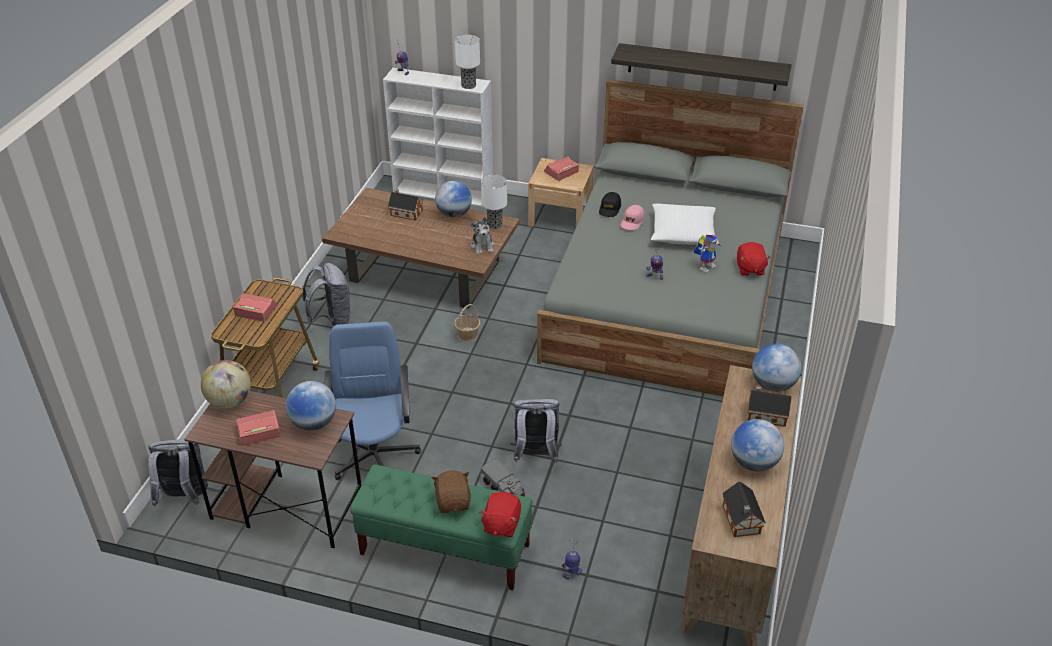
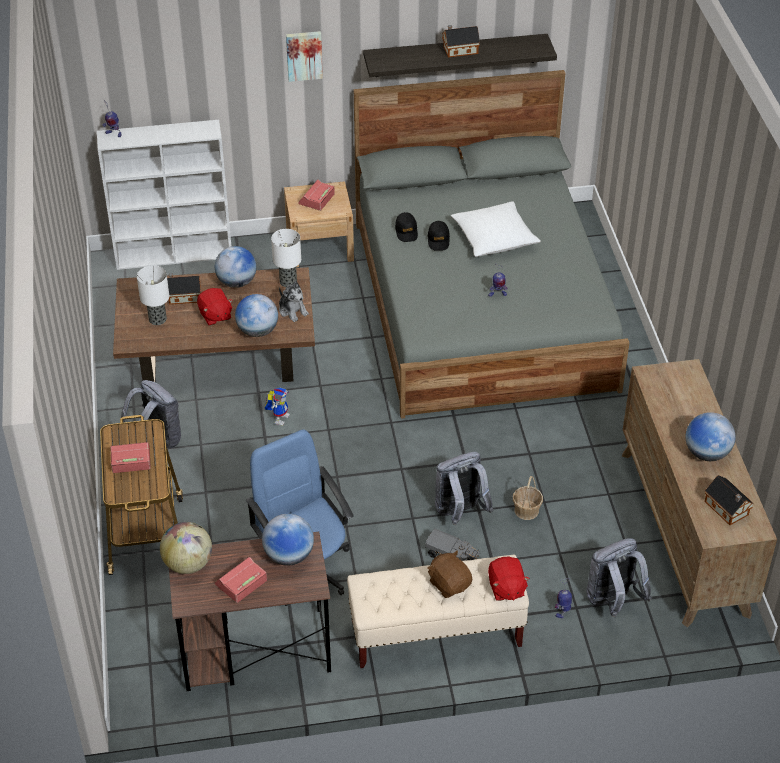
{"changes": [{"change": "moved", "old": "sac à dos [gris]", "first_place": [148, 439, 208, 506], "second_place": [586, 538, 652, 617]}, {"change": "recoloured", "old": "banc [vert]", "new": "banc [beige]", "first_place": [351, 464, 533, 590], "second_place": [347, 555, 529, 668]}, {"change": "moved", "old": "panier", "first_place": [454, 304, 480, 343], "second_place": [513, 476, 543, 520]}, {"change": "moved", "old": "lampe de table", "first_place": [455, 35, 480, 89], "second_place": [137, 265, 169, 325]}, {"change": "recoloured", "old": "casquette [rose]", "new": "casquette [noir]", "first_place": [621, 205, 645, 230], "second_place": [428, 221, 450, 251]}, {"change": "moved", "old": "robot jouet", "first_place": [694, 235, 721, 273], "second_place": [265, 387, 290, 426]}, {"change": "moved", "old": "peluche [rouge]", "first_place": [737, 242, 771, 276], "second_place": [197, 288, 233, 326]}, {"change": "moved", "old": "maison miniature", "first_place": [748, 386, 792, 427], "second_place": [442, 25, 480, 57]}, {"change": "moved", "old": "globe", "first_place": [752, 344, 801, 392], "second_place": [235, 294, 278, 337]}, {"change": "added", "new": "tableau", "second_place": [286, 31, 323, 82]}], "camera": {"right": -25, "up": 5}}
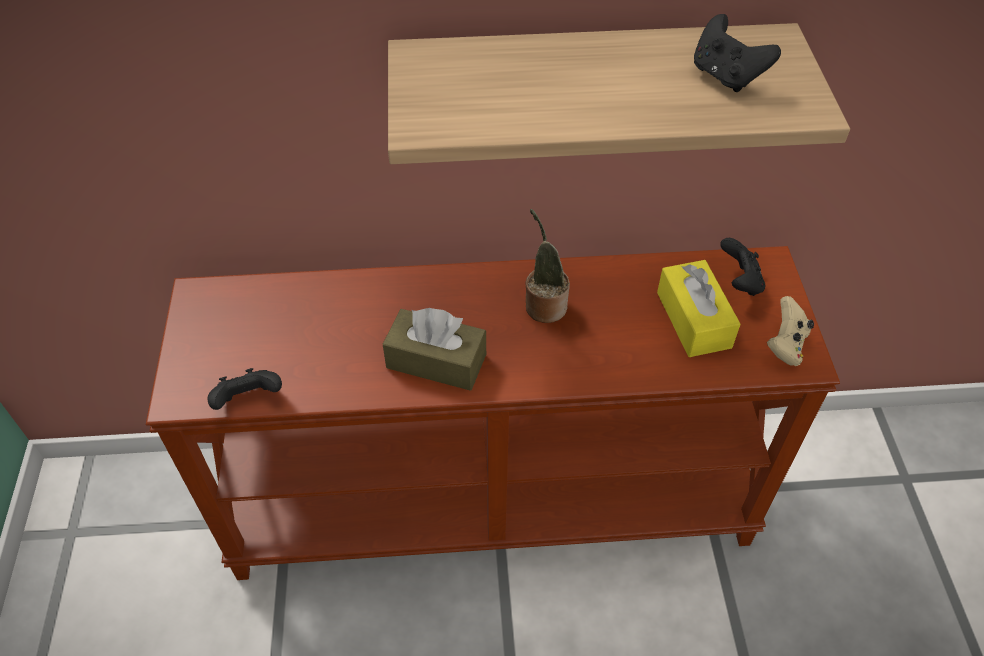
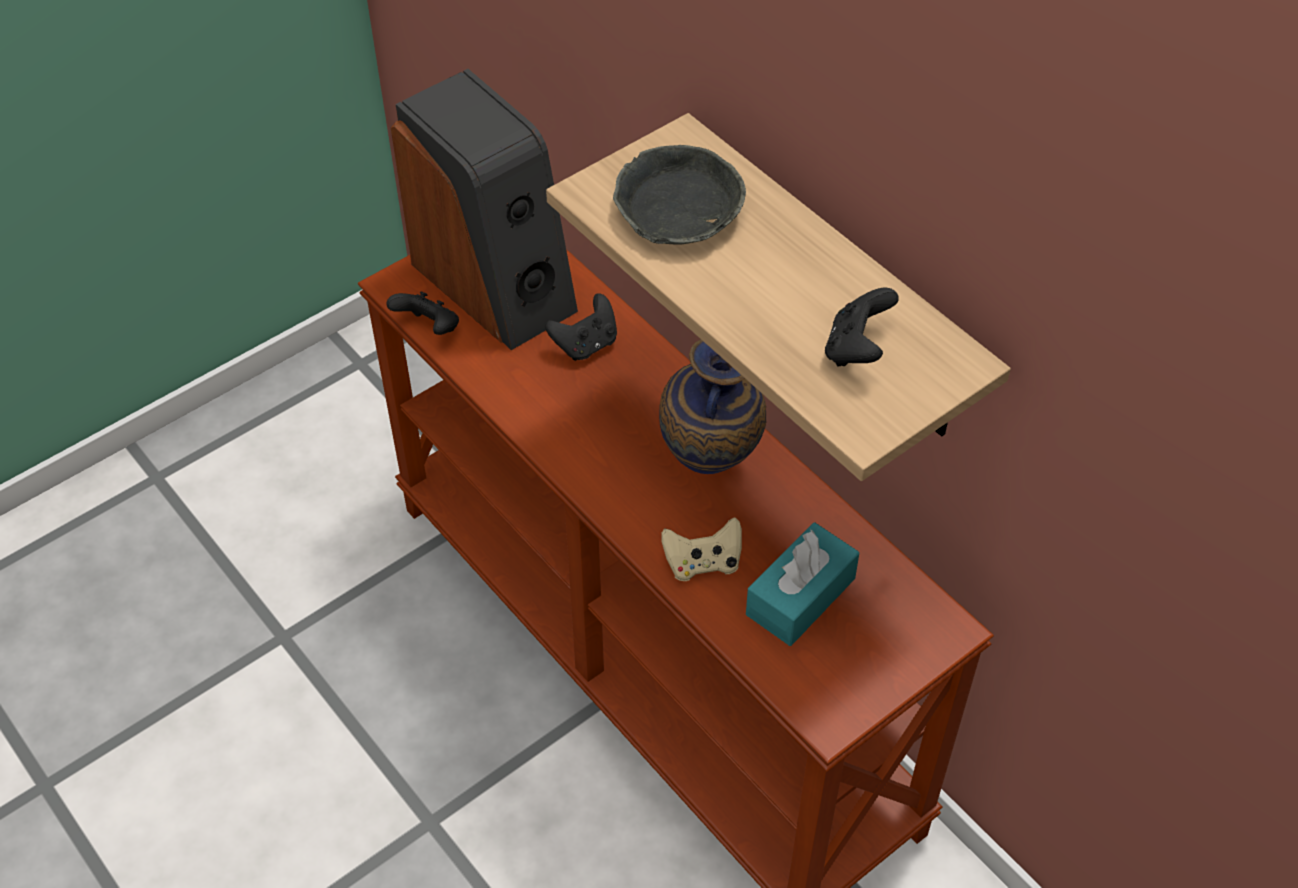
{"changes": [{"change": "removed", "old": "boîte à mouchoirs [marron]", "first_place": [383, 308, 486, 391]}, {"change": "replaced", "old": "plante en pot", "new": "vase", "first_place": [525, 209, 570, 323], "second_place": [659, 339, 766, 474]}, {"change": "recoloured", "old": "boîte à mouchoirs [jaune]", "new": "boîte à mouchoirs [turquoise]", "first_place": [657, 260, 741, 357], "second_place": [746, 522, 859, 646]}, {"change": "moved", "old": "manette [noir]", "first_place": [720, 238, 765, 296], "second_place": [545, 293, 617, 361]}, {"change": "moved", "old": "manette [beige]", "first_place": [767, 296, 814, 366], "second_place": [661, 517, 742, 581]}, {"change": "added", "new": "enceinte", "second_place": [391, 69, 578, 350]}, {"change": "added", "new": "bol [gris]", "second_place": [613, 145, 746, 245]}], "camera": {"right": 55, "up": 0}}
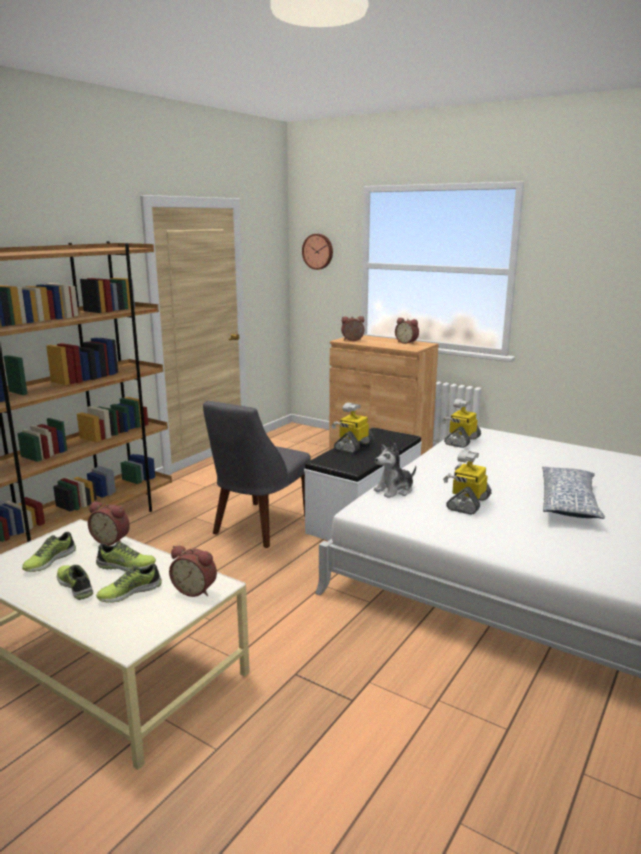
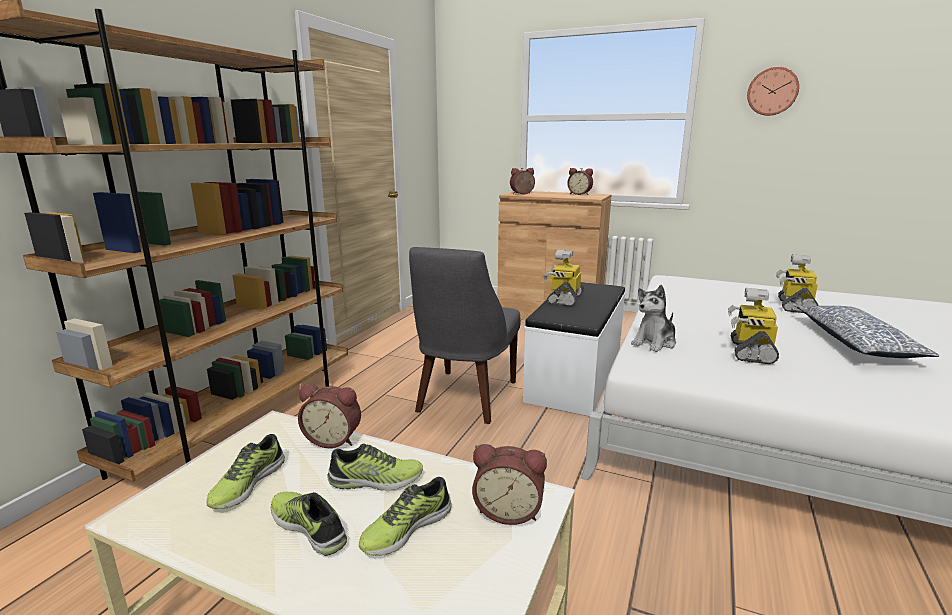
{"changes": [{"change": "moved", "old": "horloge murale", "first_place": [302, 234, 333, 270], "second_place": [747, 67, 799, 116]}, {"change": "moved", "old": "robot jouet", "first_place": [442, 399, 481, 448], "second_place": [776, 254, 818, 313]}], "camera": {"right": -10, "up": 0}}
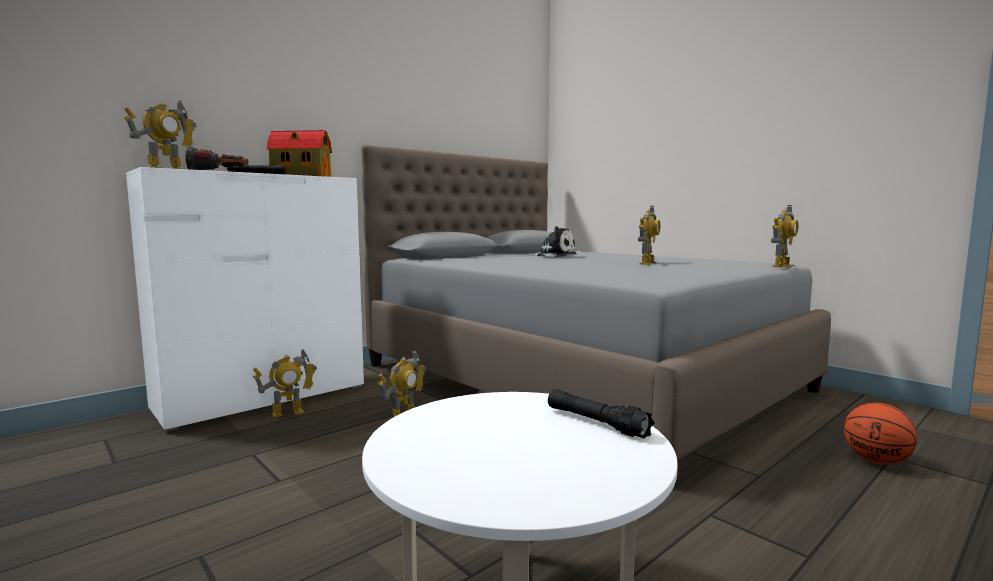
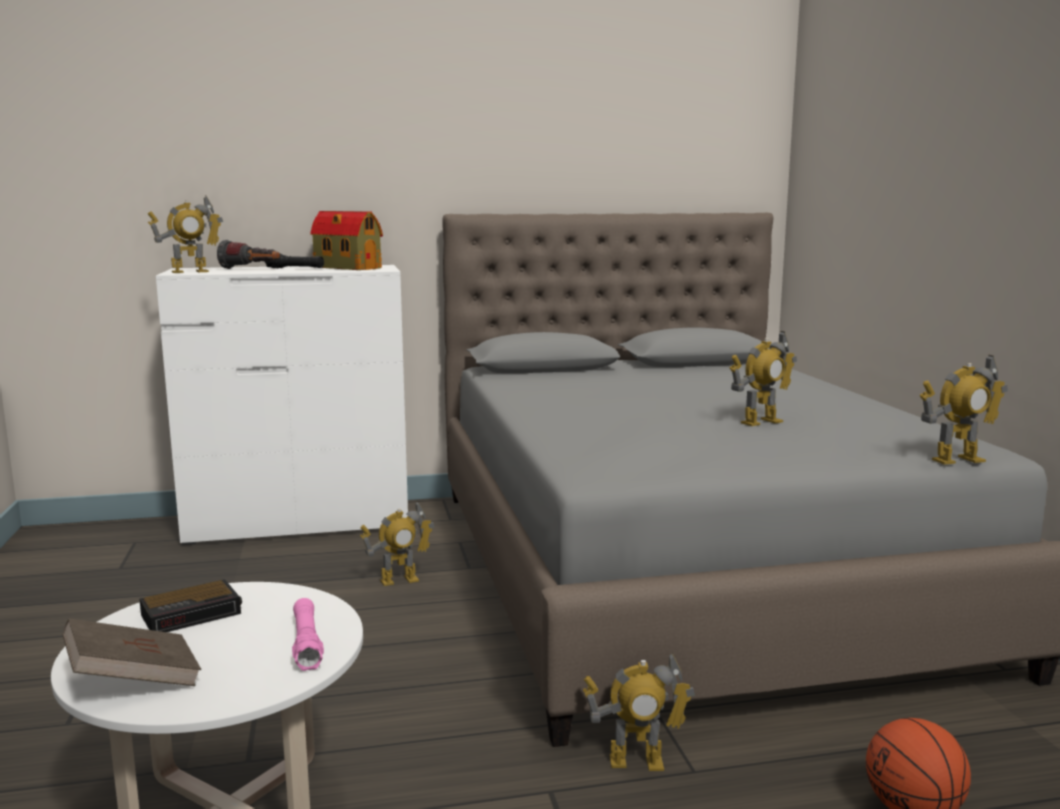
{"changes": [{"change": "moved", "old": "robot jouet", "first_place": [253, 349, 317, 417], "second_place": [583, 653, 695, 771]}, {"change": "removed", "old": "peluche", "first_place": [529, 226, 576, 257]}, {"change": "recoloured", "old": "lampe de poche [noir]", "new": "lampe de poche [rose]", "first_place": [548, 389, 654, 439], "second_place": [292, 598, 324, 671]}, {"change": "added", "new": "livre [marron]", "second_place": [62, 618, 201, 686]}, {"change": "added", "new": "réveil", "second_place": [139, 579, 242, 632]}], "camera": {"right": 30, "up": 5}}
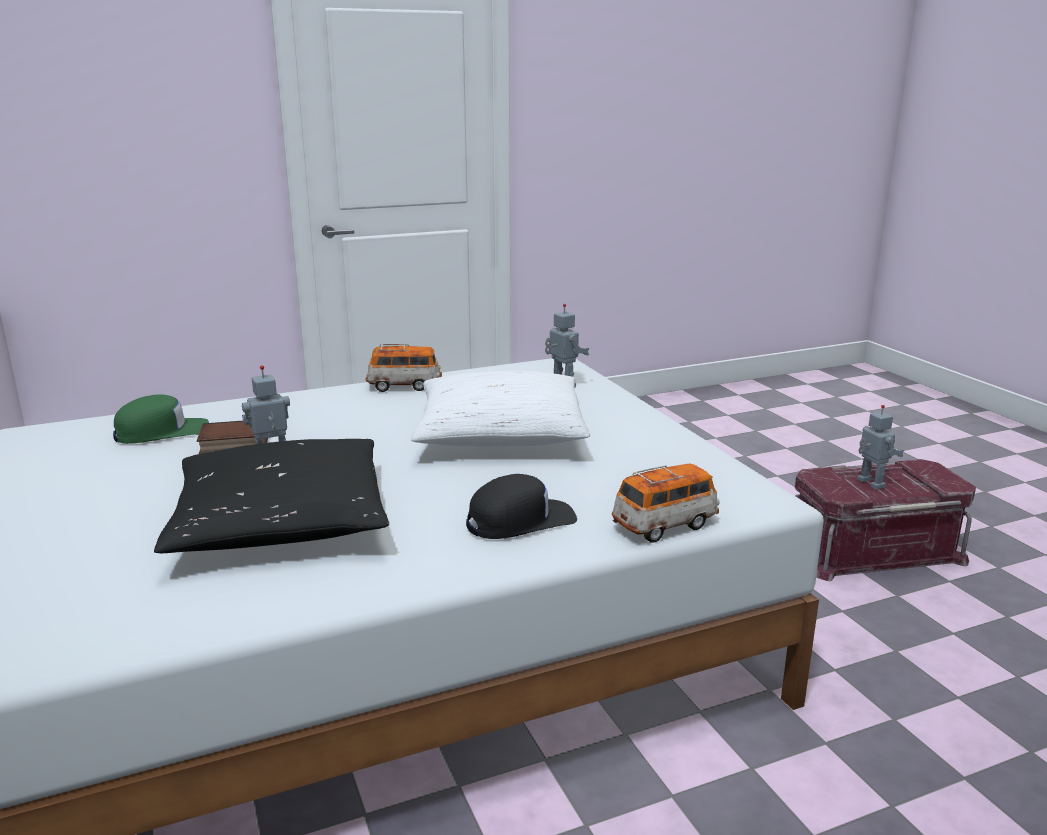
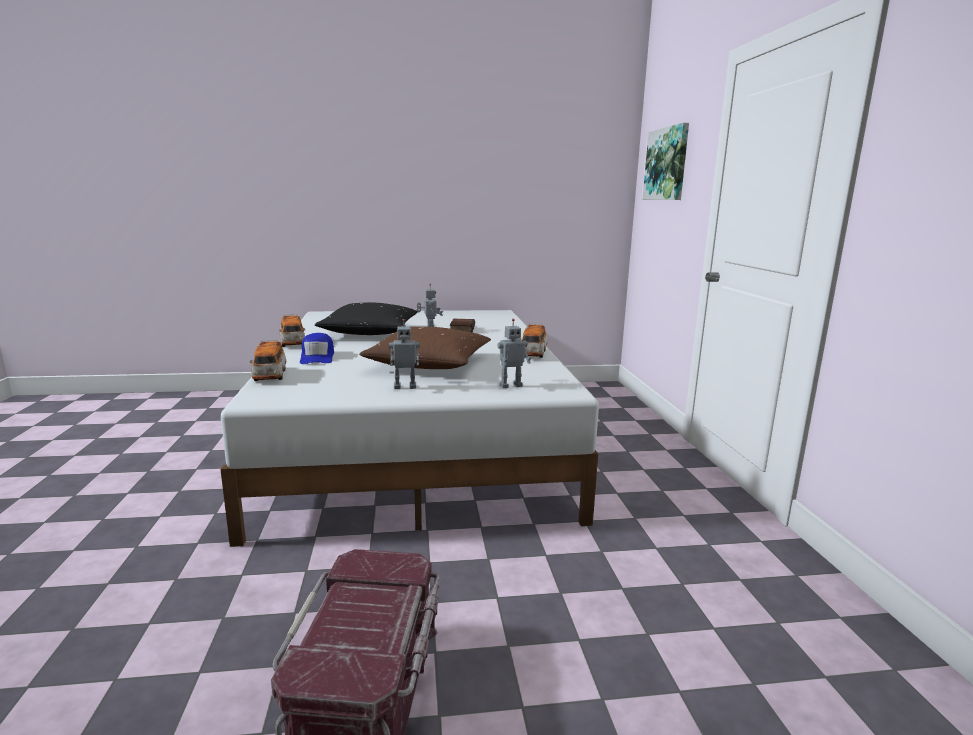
{"changes": [{"change": "removed", "old": "casquette [vert]", "first_place": [113, 394, 209, 444]}, {"change": "recoloured", "old": "coussin [blanc]", "new": "coussin [marron]", "first_place": [411, 371, 590, 447], "second_place": [359, 327, 491, 369]}, {"change": "recoloured", "old": "casquette [noir]", "new": "casquette [bleu]", "first_place": [466, 474, 577, 539], "second_place": [300, 333, 334, 364]}, {"change": "moved", "old": "robot jouet", "first_place": [857, 405, 904, 490], "second_place": [389, 319, 420, 389]}, {"change": "added", "new": "petite voiture", "second_place": [279, 314, 305, 347]}, {"change": "added", "new": "tableau", "second_place": [642, 123, 689, 200]}], "camera": {"right": 105, "up": -5}}
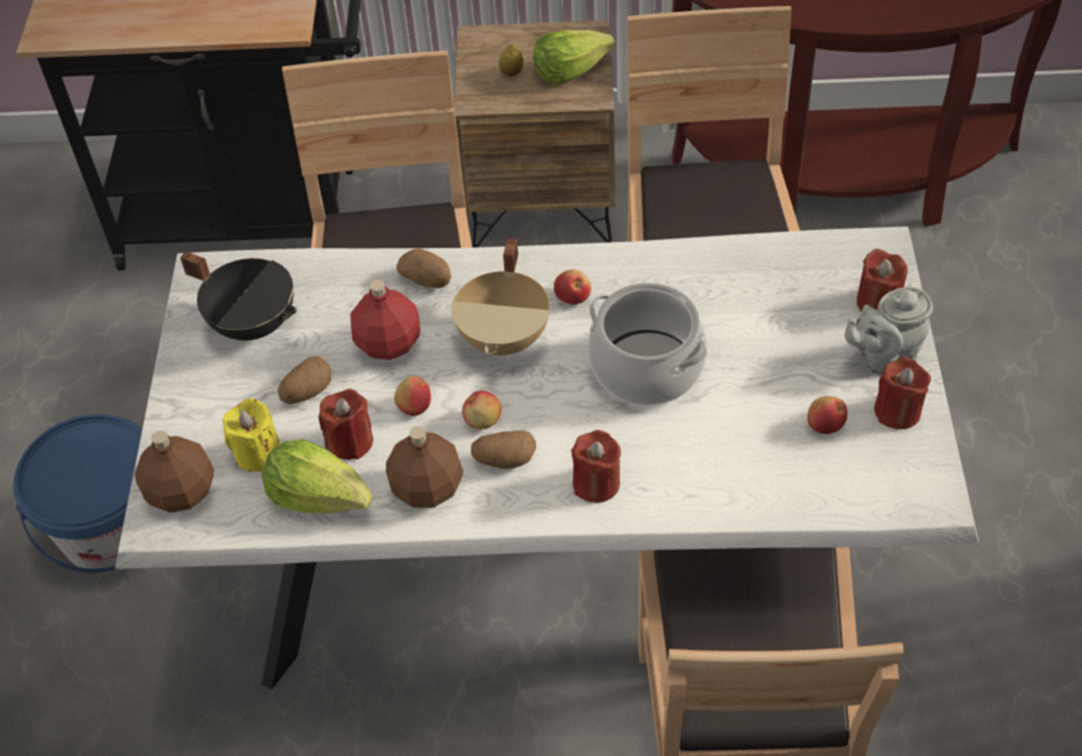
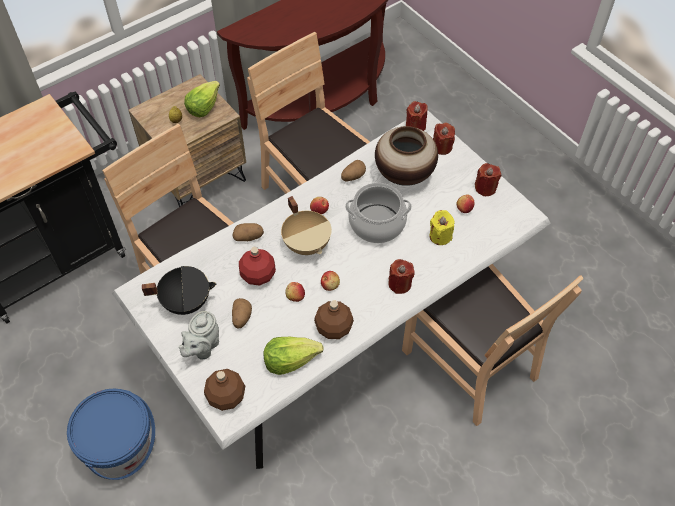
{"changes": [{"change": "moved", "old": "bougie [jaune]", "first_place": [222, 398, 280, 472], "second_place": [429, 210, 454, 245]}, {"change": "moved", "old": "bougie [rouge]", "first_place": [319, 389, 373, 460], "second_place": [406, 101, 428, 131]}, {"change": "moved", "old": "pomme de terre", "first_place": [471, 430, 536, 469], "second_place": [341, 160, 366, 182]}, {"change": "moved", "old": "théière [gris]", "first_place": [845, 287, 933, 375], "second_place": [179, 311, 219, 360]}, {"change": "added", "new": "vase", "second_place": [375, 126, 438, 186]}], "camera": {"right": -40, "up": 5}}
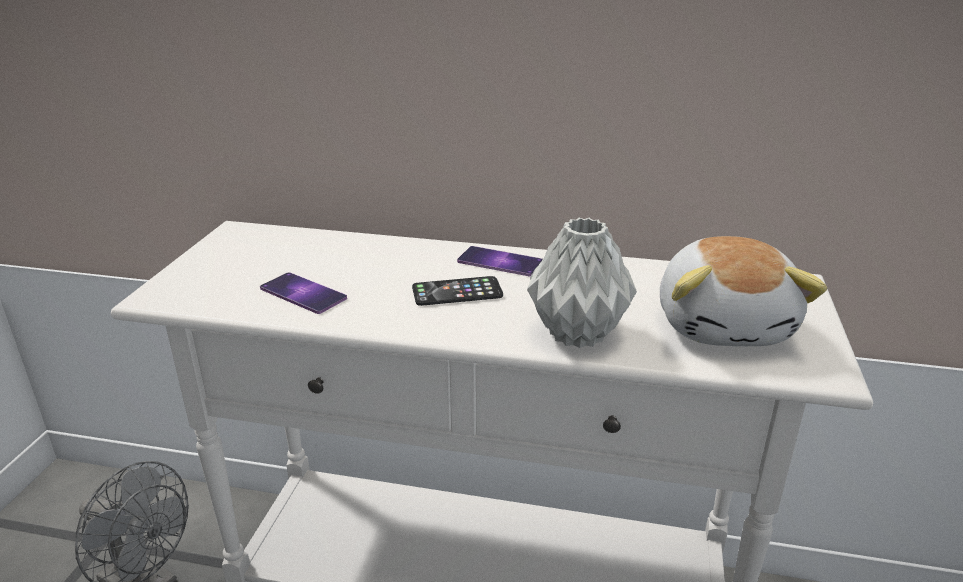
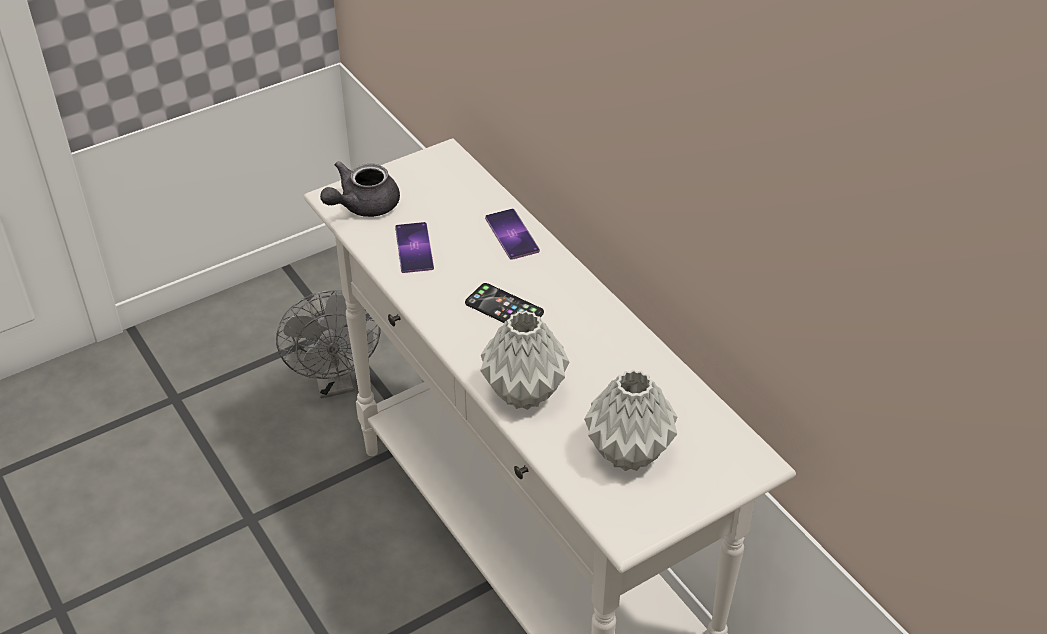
{"changes": [{"change": "moved", "old": "téléphone", "first_place": [457, 246, 543, 276], "second_place": [485, 209, 540, 260]}, {"change": "replaced", "old": "peluche", "new": "vase [gris]", "first_place": [660, 236, 827, 346], "second_place": [584, 369, 677, 471]}, {"change": "added", "new": "théière [gris]", "second_place": [320, 161, 400, 217]}], "camera": {"right": 45, "up": 15}}
